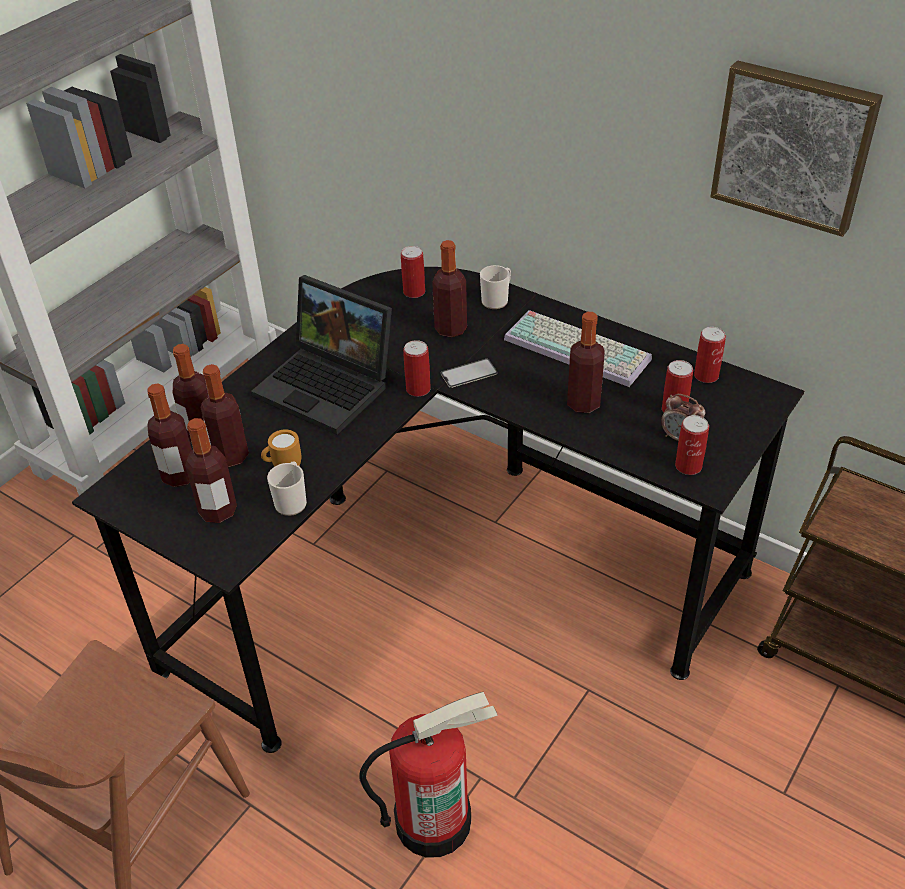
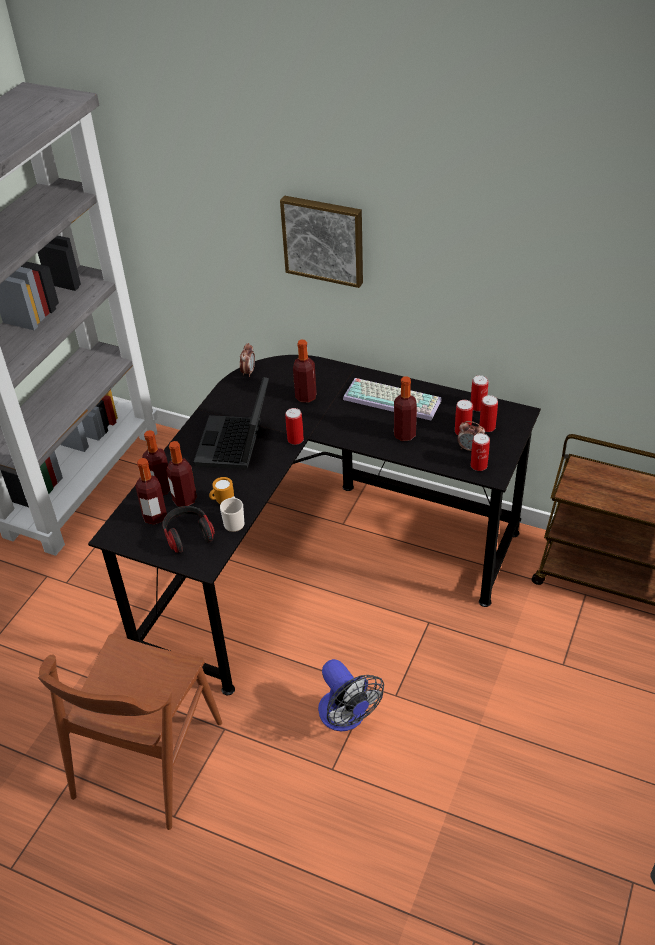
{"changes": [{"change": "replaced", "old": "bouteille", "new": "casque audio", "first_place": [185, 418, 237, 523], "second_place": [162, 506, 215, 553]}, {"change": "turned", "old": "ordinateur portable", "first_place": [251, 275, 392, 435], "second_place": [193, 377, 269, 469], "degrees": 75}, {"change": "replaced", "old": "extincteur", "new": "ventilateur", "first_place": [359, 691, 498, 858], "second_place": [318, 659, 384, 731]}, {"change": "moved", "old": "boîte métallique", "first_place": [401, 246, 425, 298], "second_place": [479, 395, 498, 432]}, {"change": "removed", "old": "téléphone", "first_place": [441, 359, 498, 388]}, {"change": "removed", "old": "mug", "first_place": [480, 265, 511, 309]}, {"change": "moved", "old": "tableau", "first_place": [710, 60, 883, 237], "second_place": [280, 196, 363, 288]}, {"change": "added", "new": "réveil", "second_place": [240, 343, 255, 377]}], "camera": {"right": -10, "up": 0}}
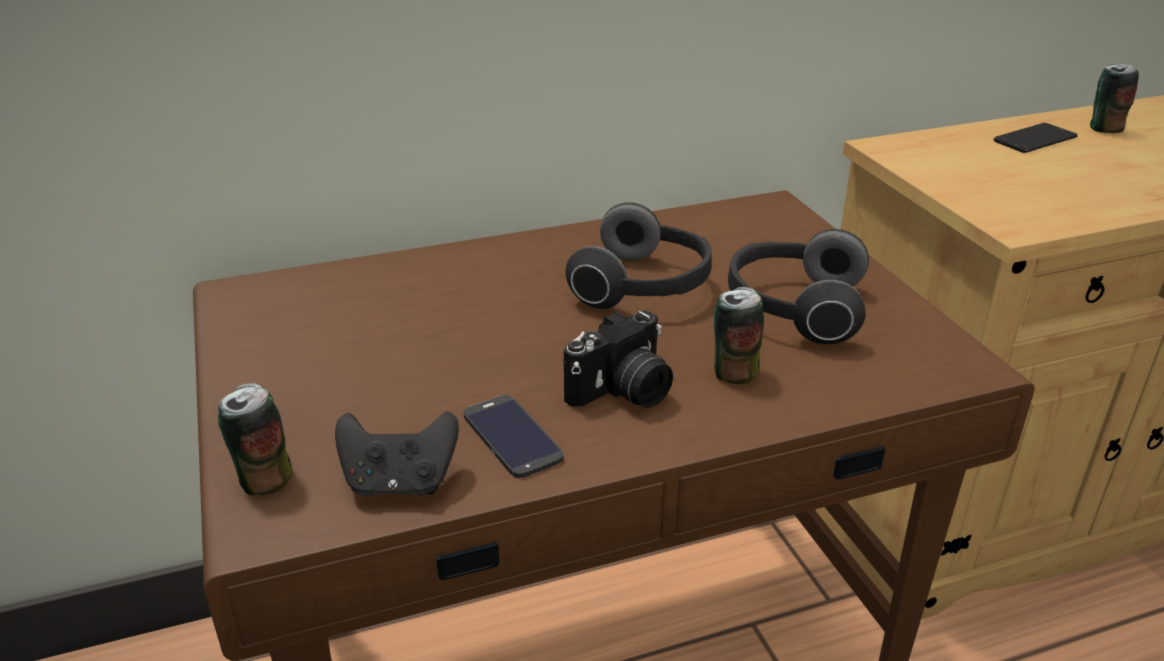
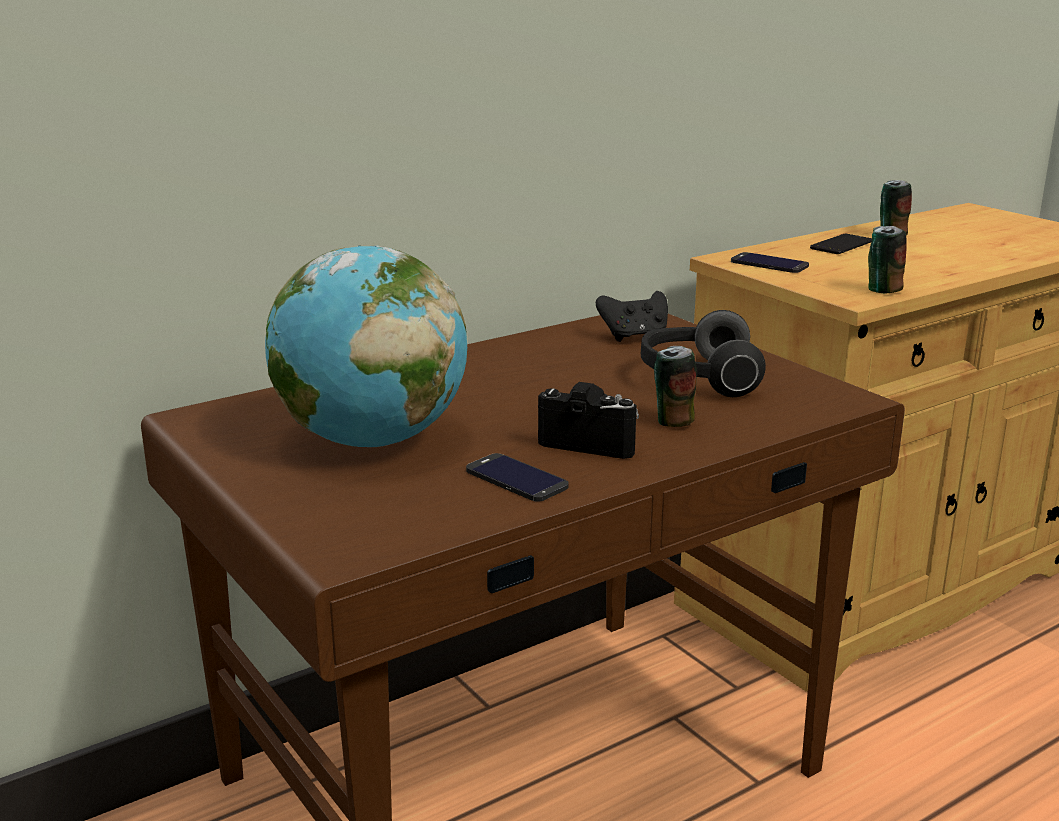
{"changes": [{"change": "moved", "old": "boîte métallique", "first_place": [218, 383, 293, 495], "second_place": [868, 226, 907, 293]}, {"change": "moved", "old": "manette [noir]", "first_place": [335, 411, 459, 497], "second_place": [596, 291, 668, 342]}, {"change": "turned", "old": "appareil photo", "first_place": [564, 310, 673, 408], "second_place": [538, 382, 639, 459], "degrees": -105}, {"change": "removed", "old": "casque audio", "first_place": [566, 202, 712, 309]}, {"change": "added", "new": "globe", "second_place": [265, 245, 467, 447]}, {"change": "added", "new": "téléphone", "second_place": [731, 252, 809, 273]}], "camera": {"right": -15, "up": -10}}
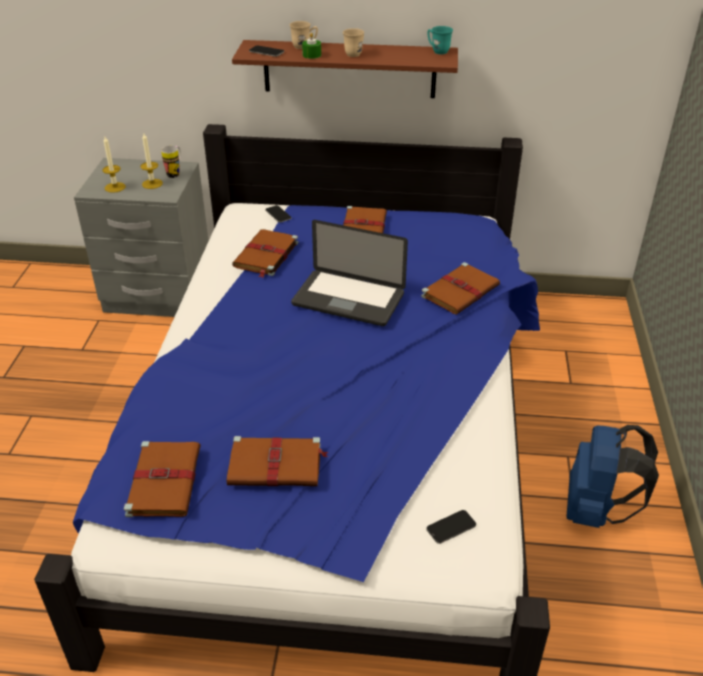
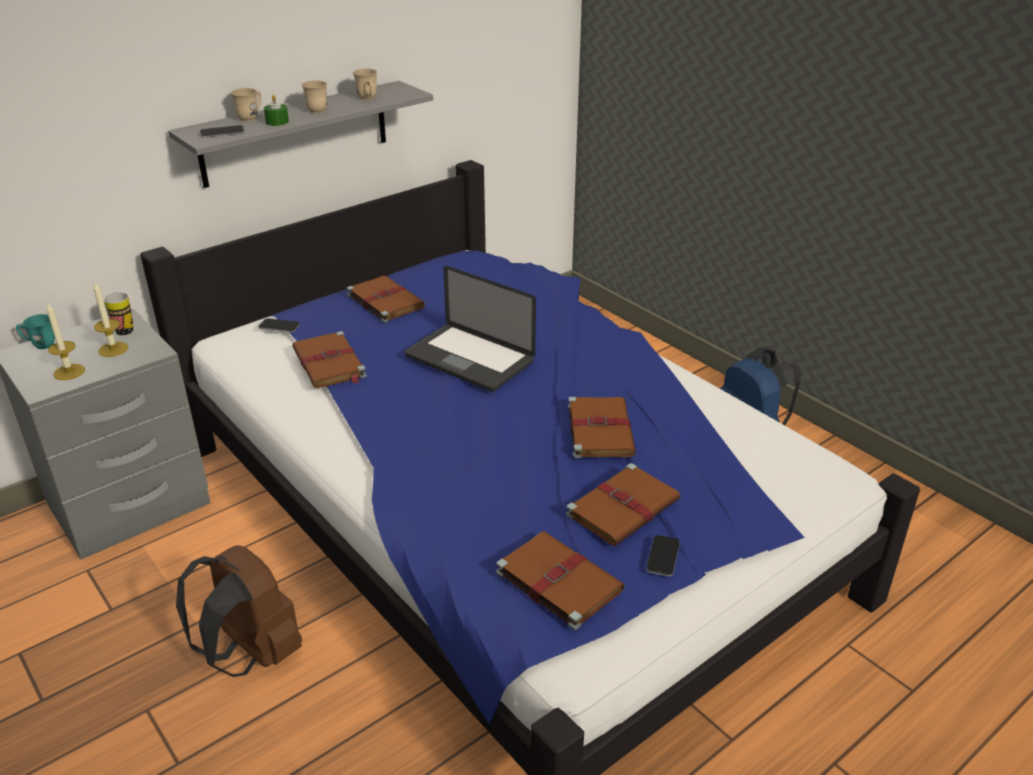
{"changes": [{"change": "recoloured", "old": "étagère [marron]", "new": "étagère [gris]", "first_place": [232, 40, 458, 98], "second_place": [168, 81, 433, 188]}, {"change": "turned", "old": "ordinateur portable", "first_place": [291, 220, 408, 326], "second_place": [405, 266, 536, 392], "degrees": 60}, {"change": "moved", "old": "livre [marron]", "first_place": [421, 262, 500, 315], "second_place": [568, 397, 636, 458]}, {"change": "moved", "old": "téléphone", "first_place": [426, 510, 476, 544], "second_place": [646, 535, 680, 576]}, {"change": "moved", "old": "mug [turquoise]", "first_place": [427, 26, 453, 54], "second_place": [16, 314, 55, 349]}, {"change": "added", "new": "sac à dos [marron]", "second_place": [176, 545, 302, 677]}, {"change": "added", "new": "mug [beige]", "second_place": [353, 69, 377, 100]}], "camera": {"right": -45, "up": -5}}
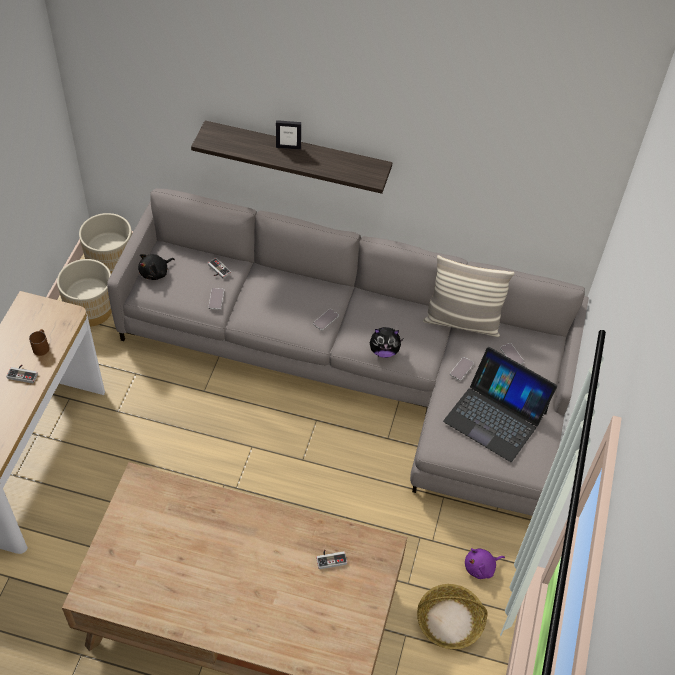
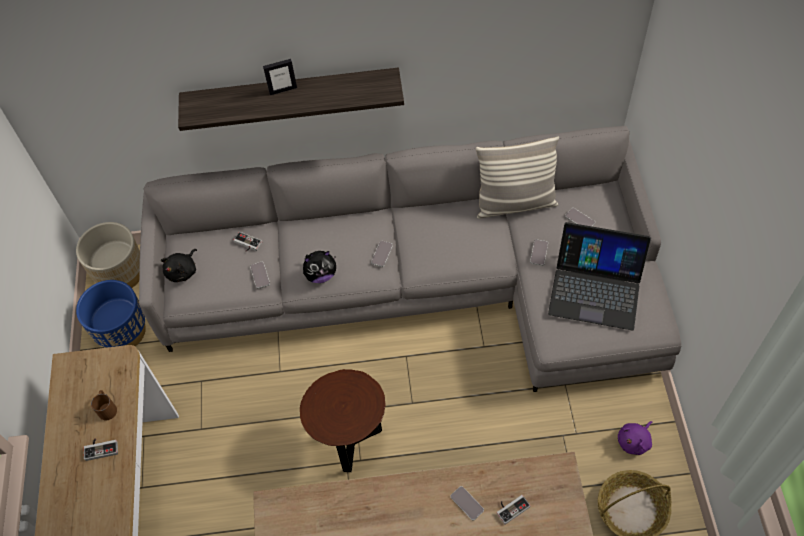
{"changes": [{"change": "recoloured", "old": "cache-pot [beige]", "new": "cache-pot [bleu]", "first_place": [57, 259, 112, 326], "second_place": [76, 280, 146, 348]}, {"change": "moved", "old": "peluche", "first_place": [370, 327, 403, 358], "second_place": [303, 251, 336, 283]}, {"change": "added", "new": "table d'appoint [marron]", "second_place": [300, 369, 386, 472]}, {"change": "added", "new": "téléphone", "second_place": [450, 486, 484, 521]}], "camera": {"right": -15, "up": 5}}
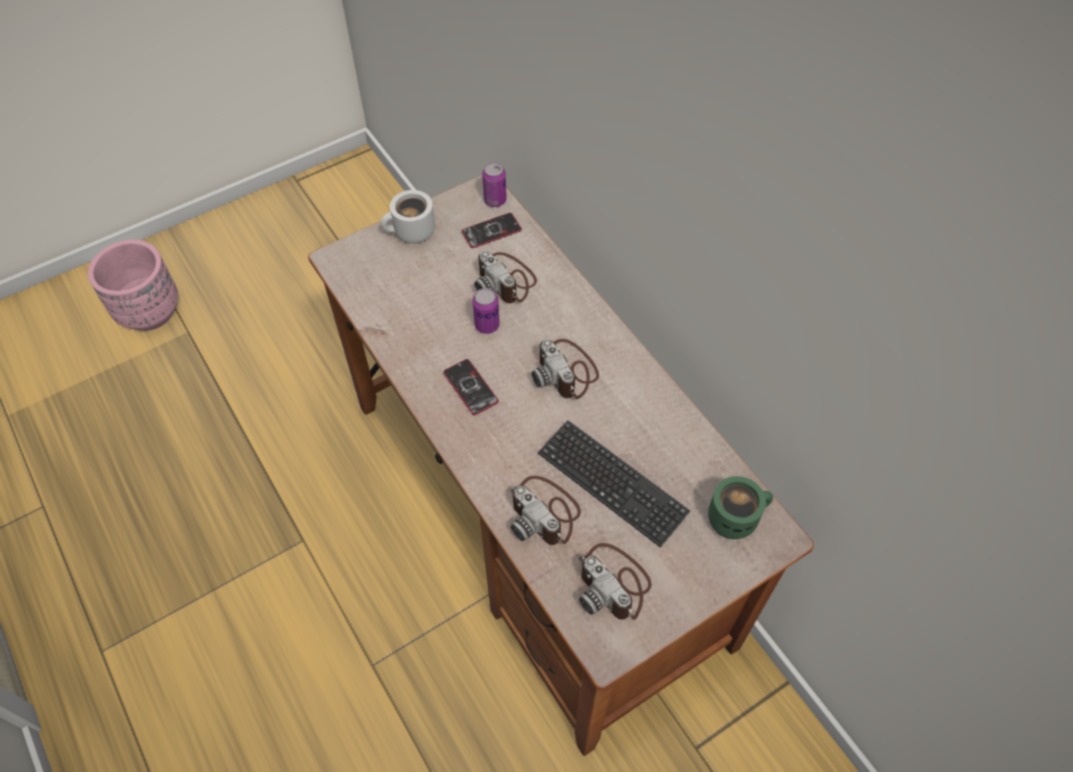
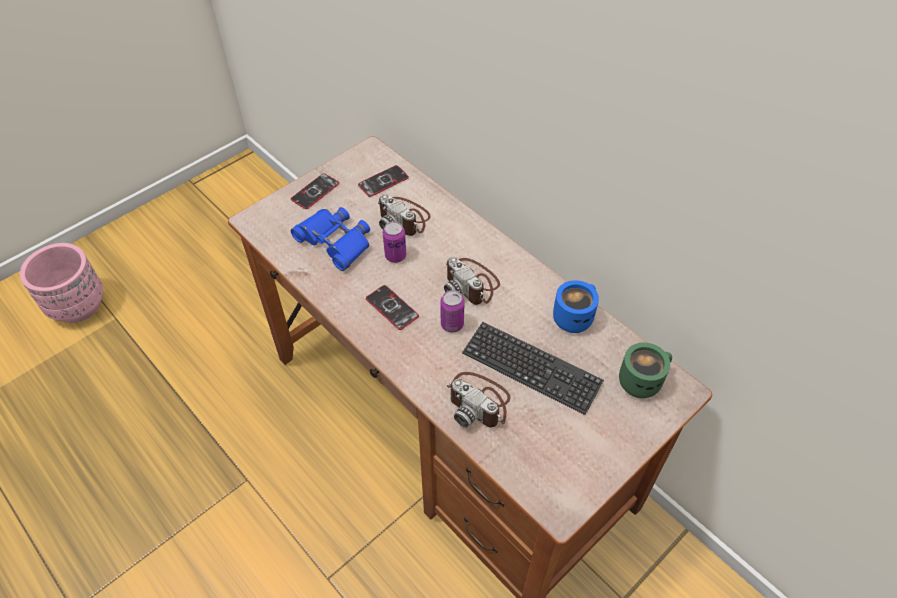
{"changes": [{"change": "replaced", "old": "mug [blanc]", "new": "téléphone", "first_place": [381, 190, 435, 244], "second_place": [291, 173, 339, 209]}, {"change": "moved", "old": "boîte métallique", "first_place": [482, 162, 507, 207], "second_place": [440, 290, 465, 333]}, {"change": "removed", "old": "appareil photo", "first_place": [579, 543, 652, 620]}, {"change": "added", "new": "jumelles [bleu]", "second_place": [291, 207, 370, 271]}, {"change": "added", "new": "mug [bleu]", "second_place": [553, 280, 599, 333]}], "camera": {"right": -10, "up": -5}}
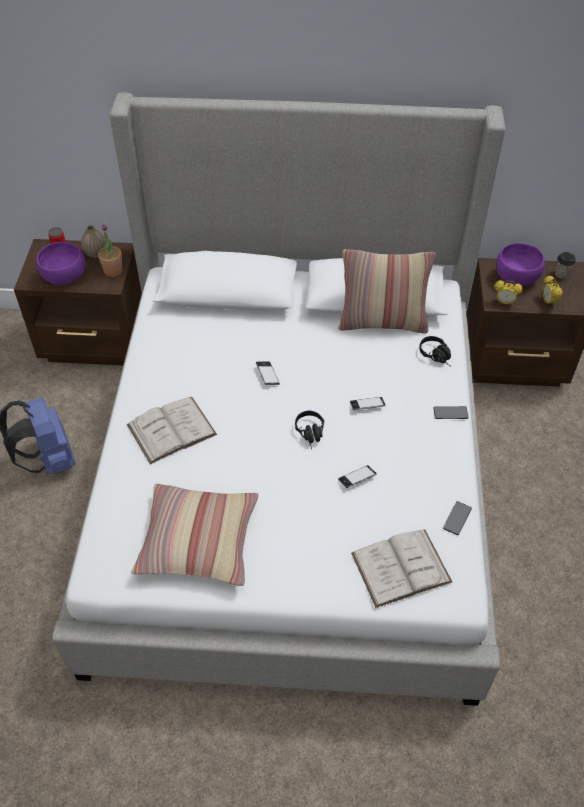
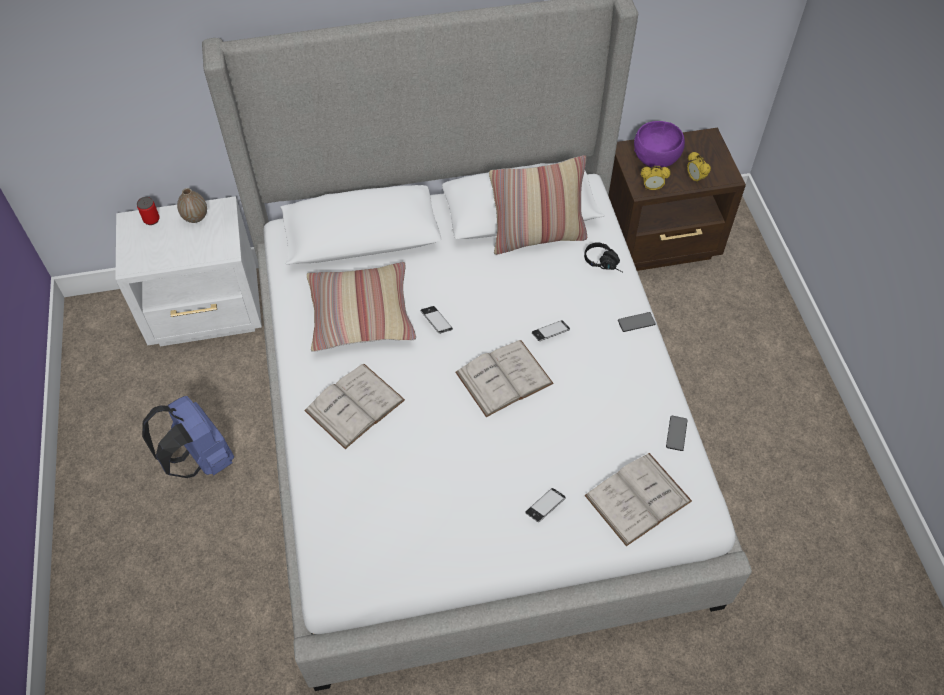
{"changes": [{"change": "recoloured", "old": "table de chevet [marron]", "new": "table de chevet [blanc]", "first_place": [14, 239, 142, 366], "second_place": [115, 196, 262, 346]}, {"change": "removed", "old": "bol [violet]", "first_place": [36, 242, 86, 285]}, {"change": "removed", "old": "plante en pot", "first_place": [98, 224, 123, 277]}, {"change": "moved", "old": "coussin", "first_place": [131, 483, 258, 586], "second_place": [307, 262, 416, 352]}, {"change": "replaced", "old": "casque audio [noir]", "new": "livre [blanc]", "first_place": [295, 411, 324, 449], "second_place": [455, 340, 553, 417]}, {"change": "moved", "old": "téléphone", "first_place": [338, 465, 377, 488], "second_place": [525, 488, 566, 522]}, {"change": "removed", "old": "tasse", "first_place": [555, 252, 576, 279]}], "camera": {"right": -15, "up": 5}}
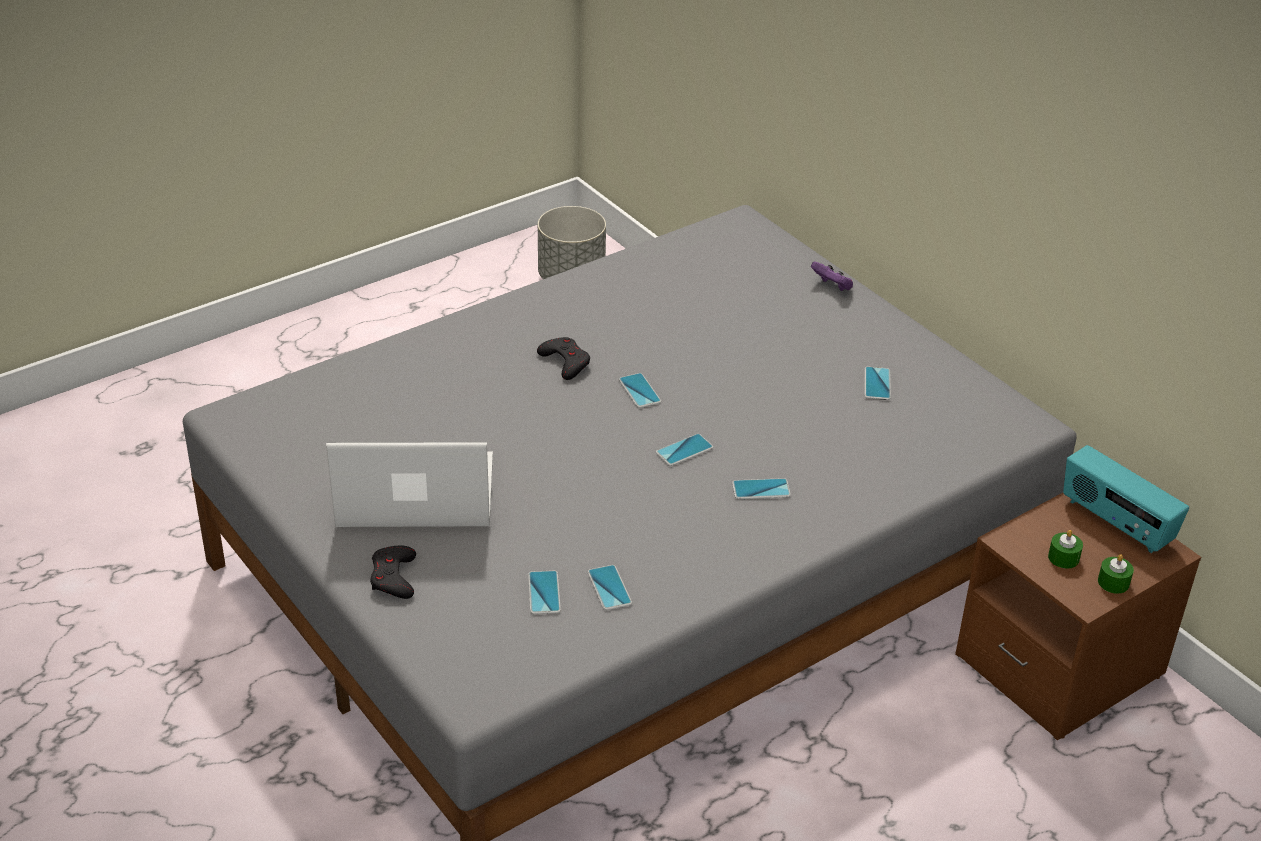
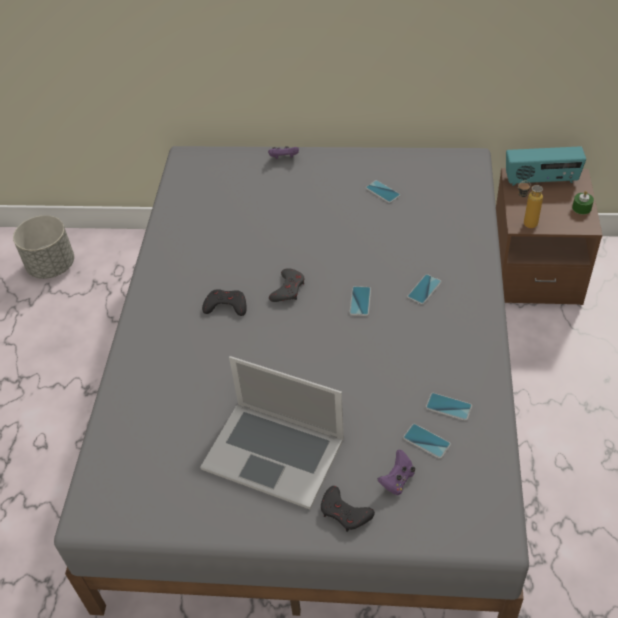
{"changes": [{"change": "turned", "old": "ordinateur portable", "first_place": [326, 442, 493, 527], "second_place": [200, 356, 344, 509], "degrees": -105}, {"change": "replaced", "old": "téléphone", "new": "manette [gris]", "first_place": [619, 373, 661, 408], "second_place": [269, 268, 304, 302]}, {"change": "removed", "old": "bougie [vert]", "first_place": [1048, 530, 1083, 569]}, {"change": "added", "new": "manette [violet]", "second_place": [378, 450, 415, 495]}, {"change": "added", "new": "bouteille", "second_place": [518, 181, 543, 228]}], "camera": {"right": -45, "up": 10}}
